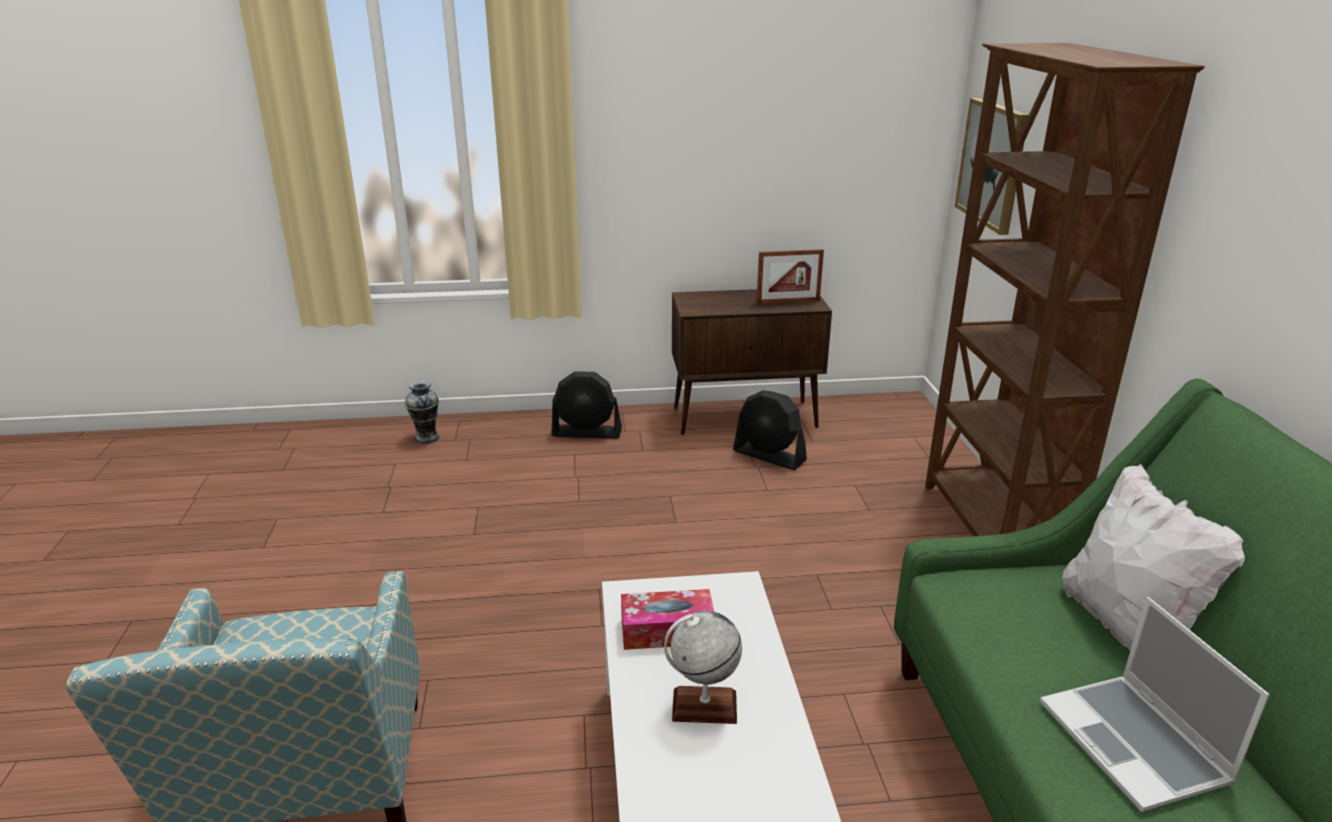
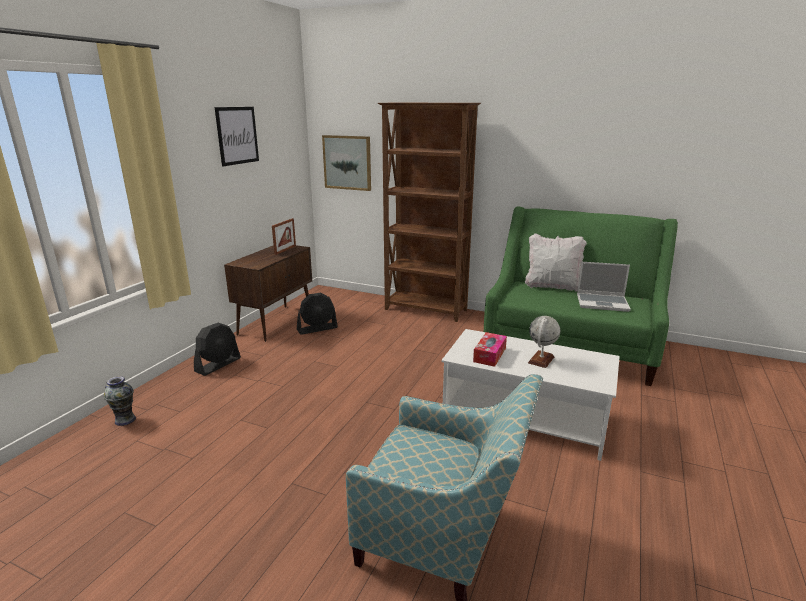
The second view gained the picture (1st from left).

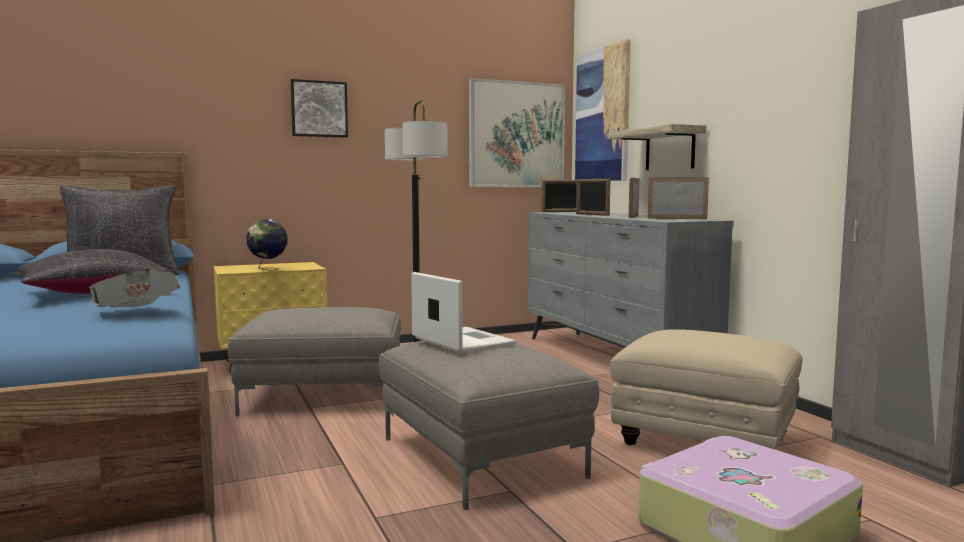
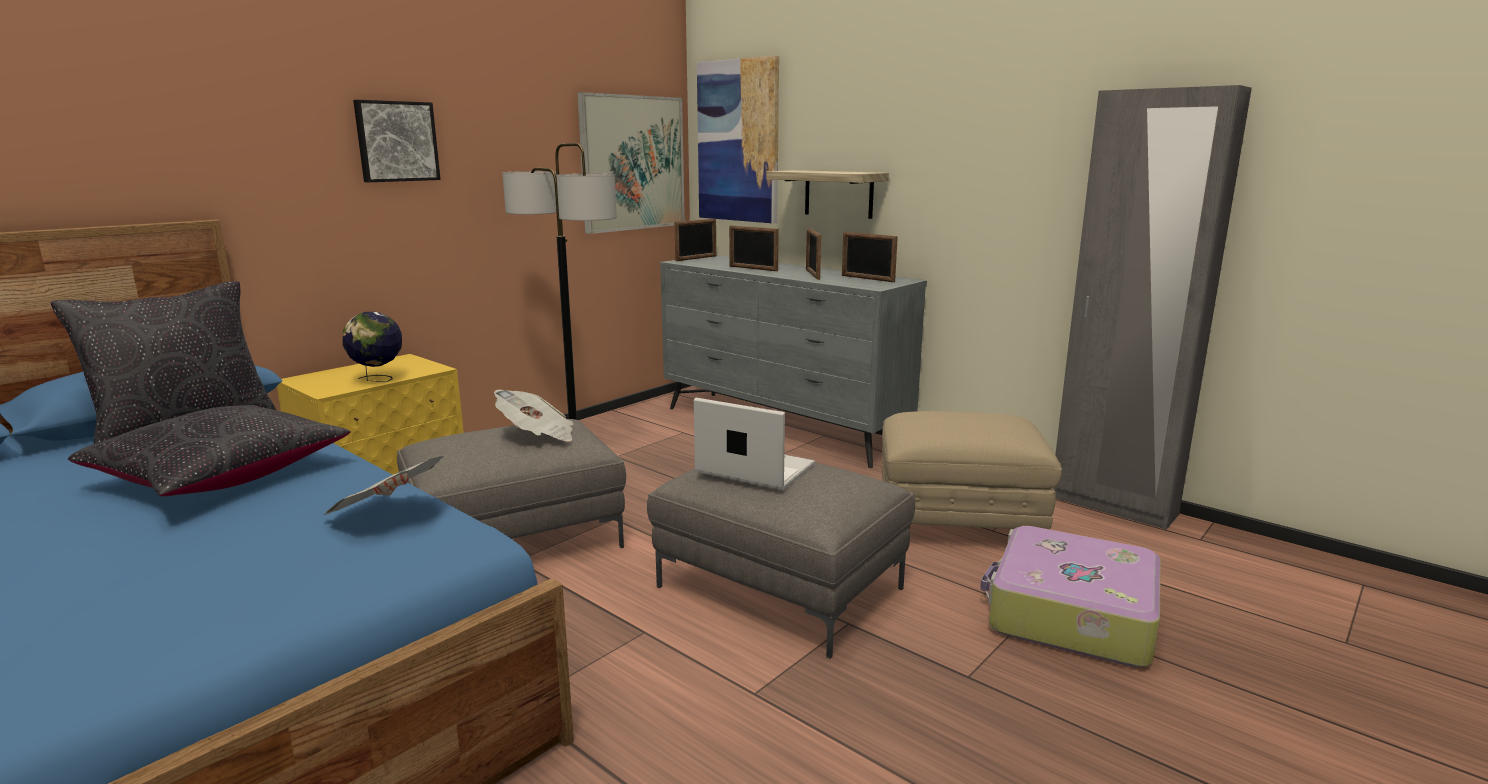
The picture frame (4th from left) ended up facing another way, 135 degrees counterclockwise from before.
The second view gained the newspaper (2nd from left).

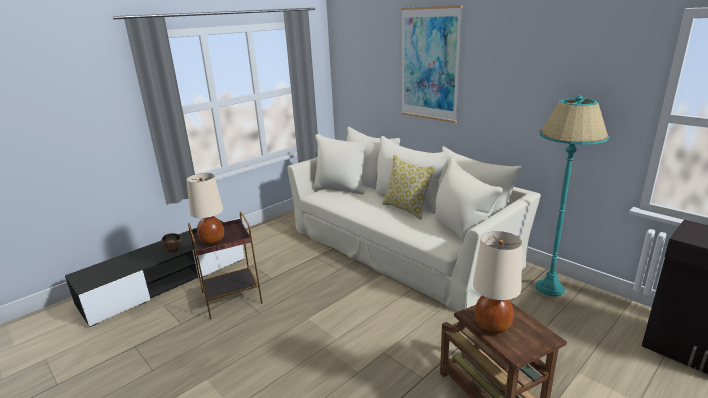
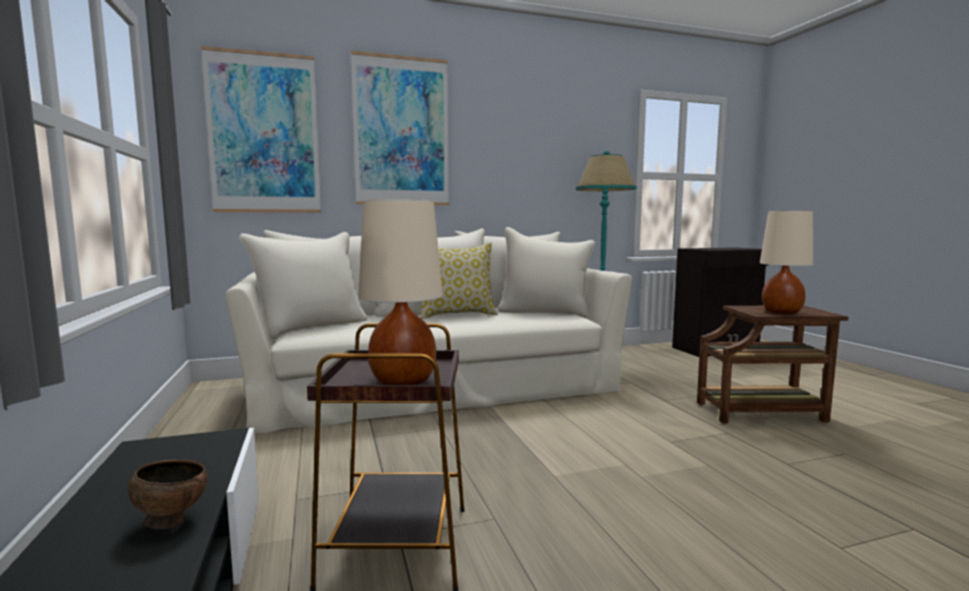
The second view gained the picture (1st from left).

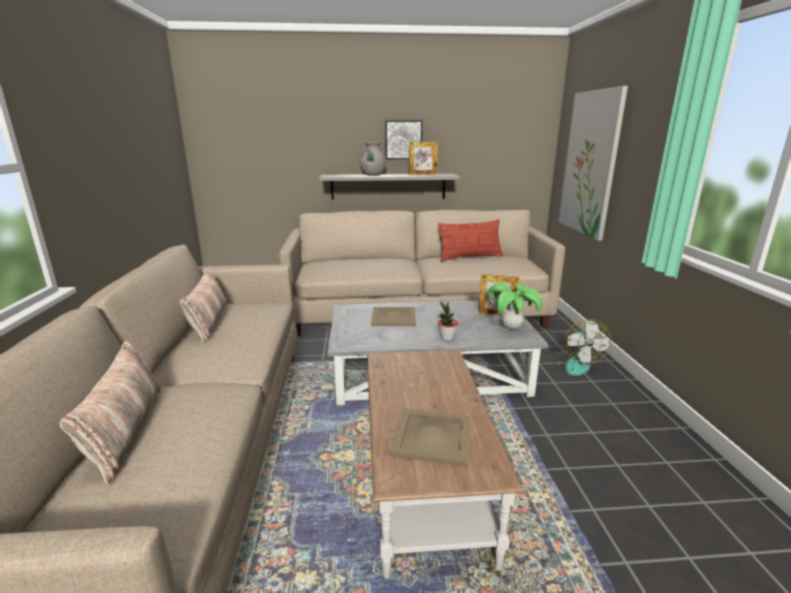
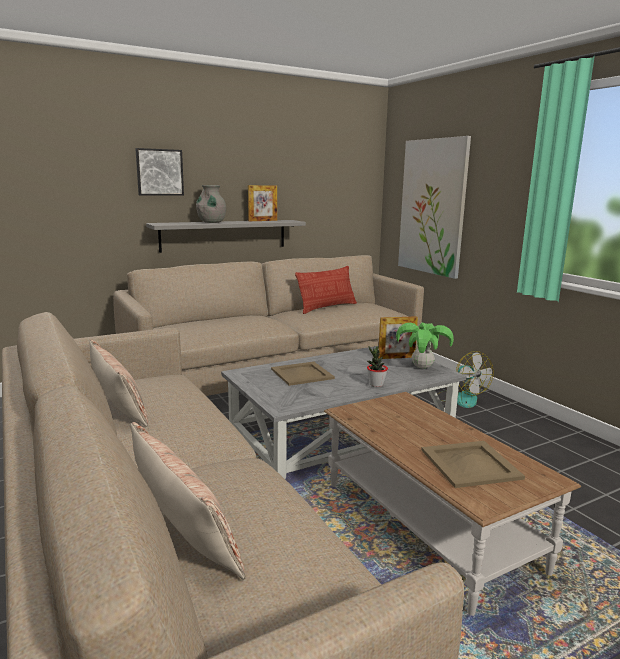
The picture (1st from left) ended up elsewhere.

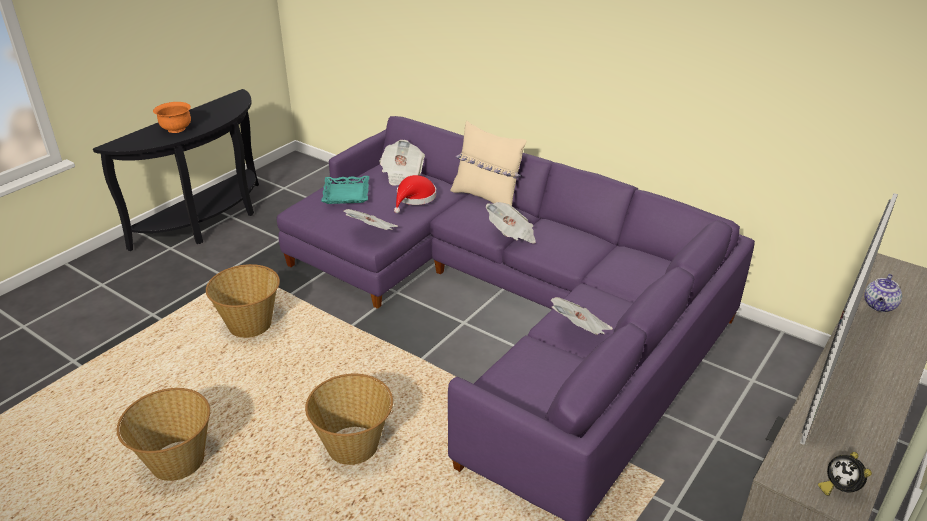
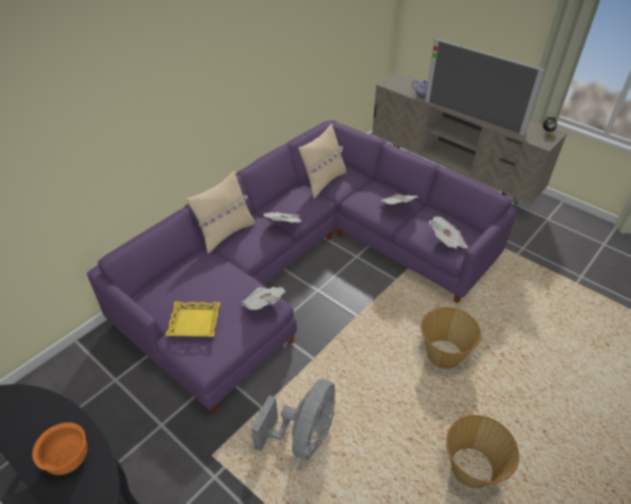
Where the basket (2nd from left) stood, the fan in grey came to stand.
What was the tray in turquoise turned into the tray in yellow.
The newspaper (2nd from left in the first image) ended up elsewhere.
The second view lost the hat in red.
The second view gained the pillow in beige (2nd from left).

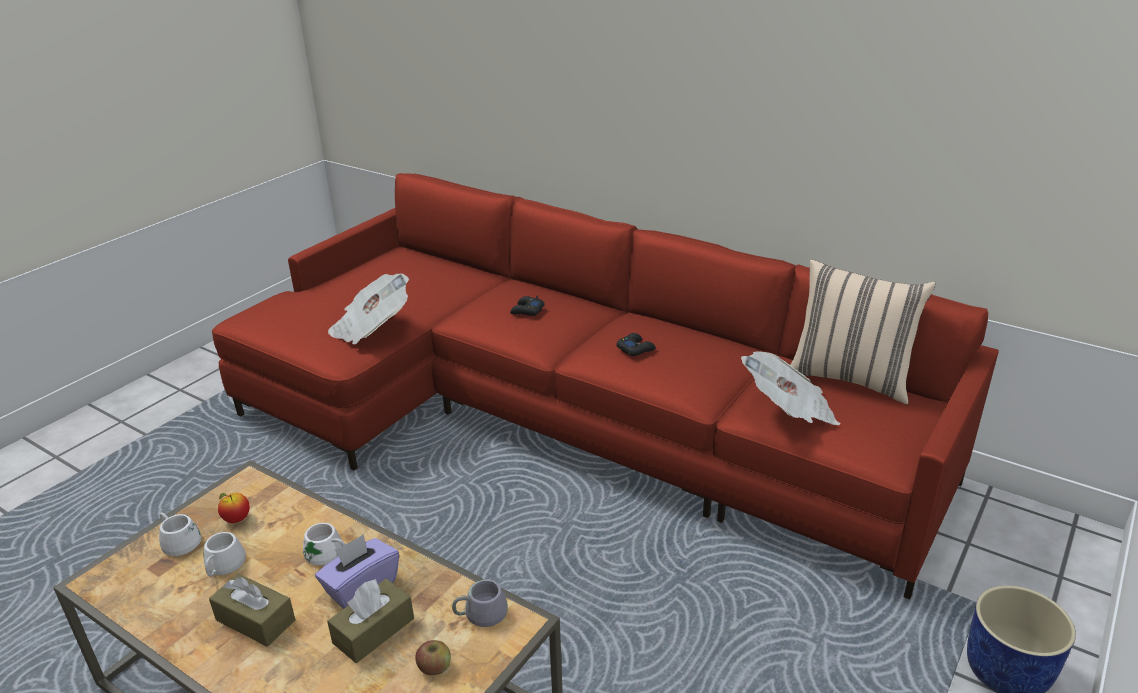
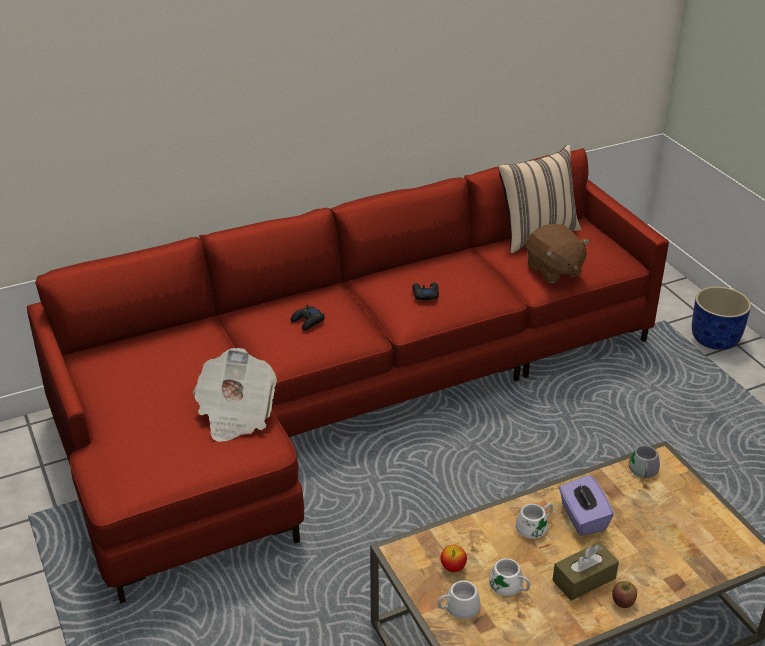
The second view lost the tissue box in brown (2nd from left).
The apple (2nd from left) ended up elsewhere.
Where the newspaper (2nd from left) stood, the plush toy in brown came to stand.

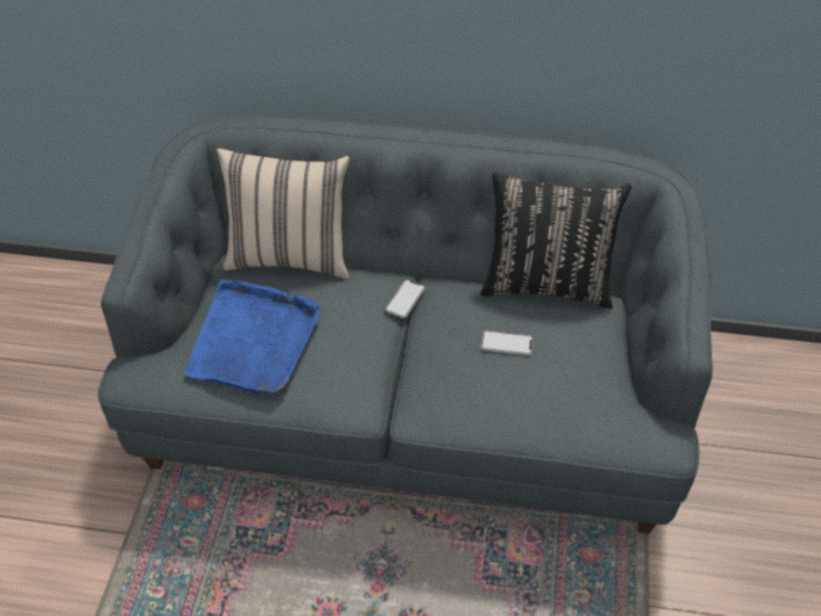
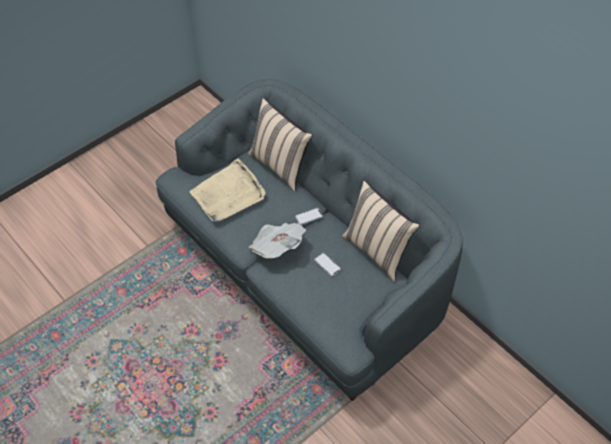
What was the tray in blue turned into the tray in beige.
What was the pillow in black turned into the pillow in beige (2nd from left).
The second view gained the newspaper.

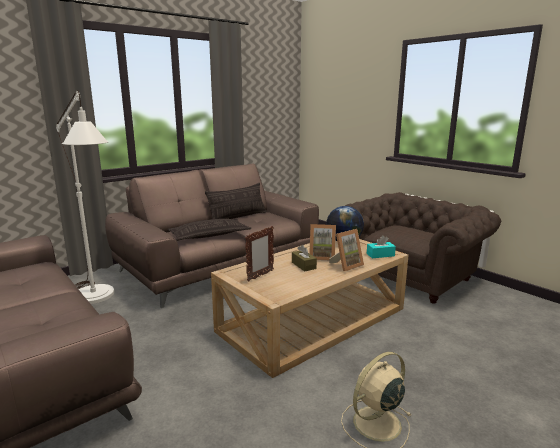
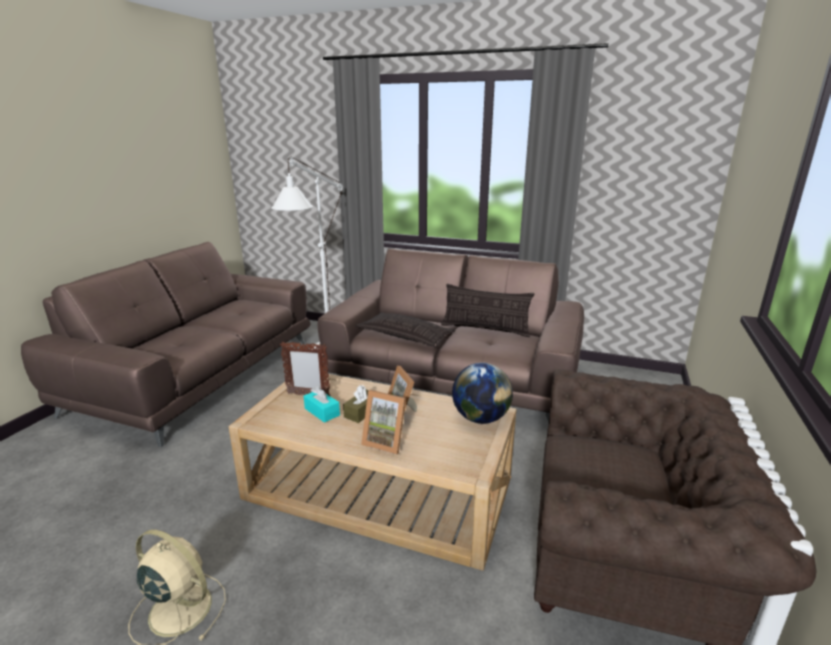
The tissue box in turquoise ended up elsewhere.

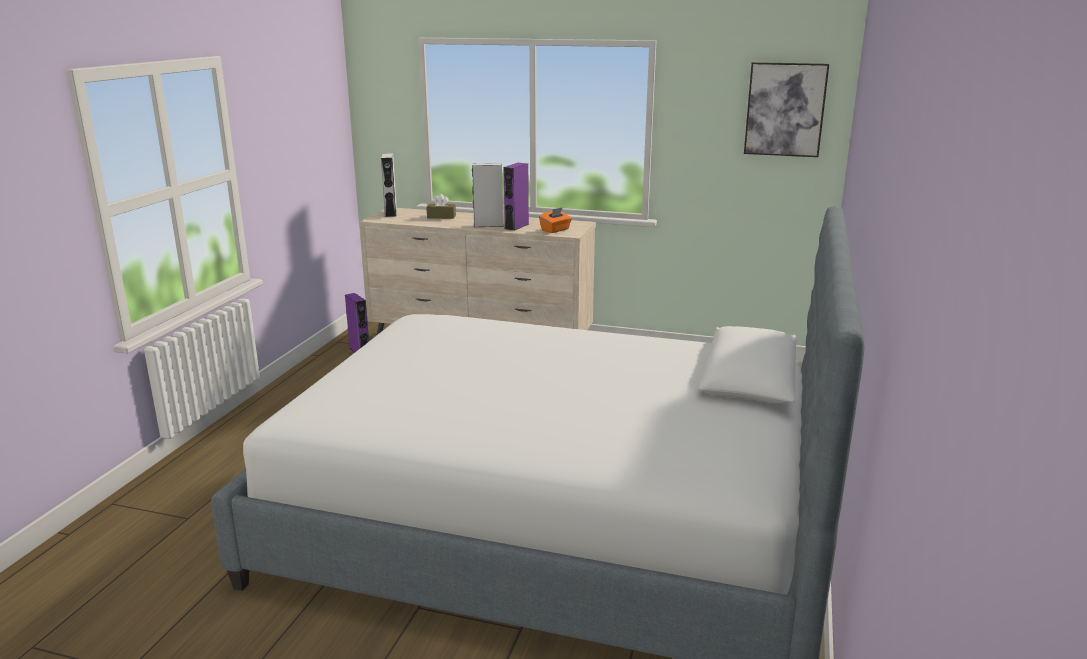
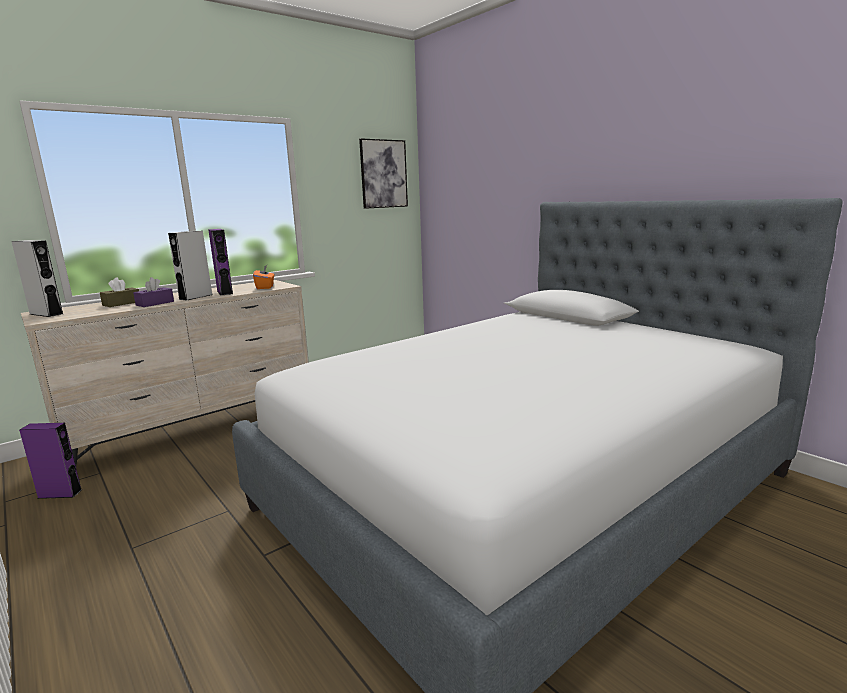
The second view gained the tissue box in purple.

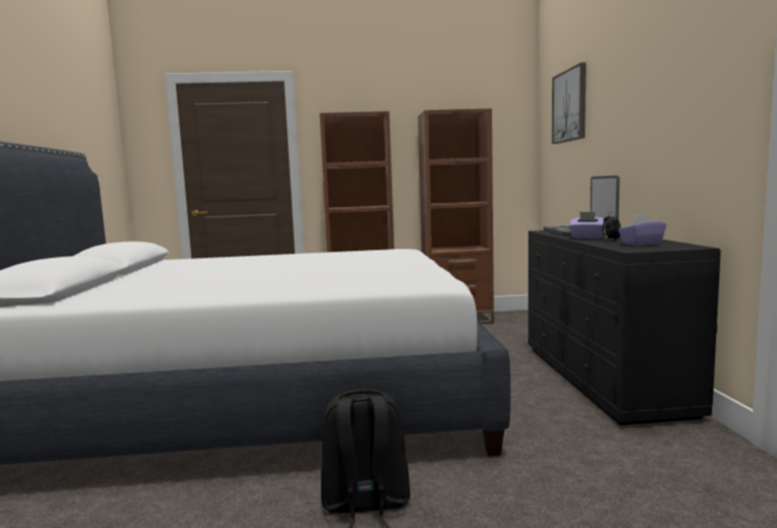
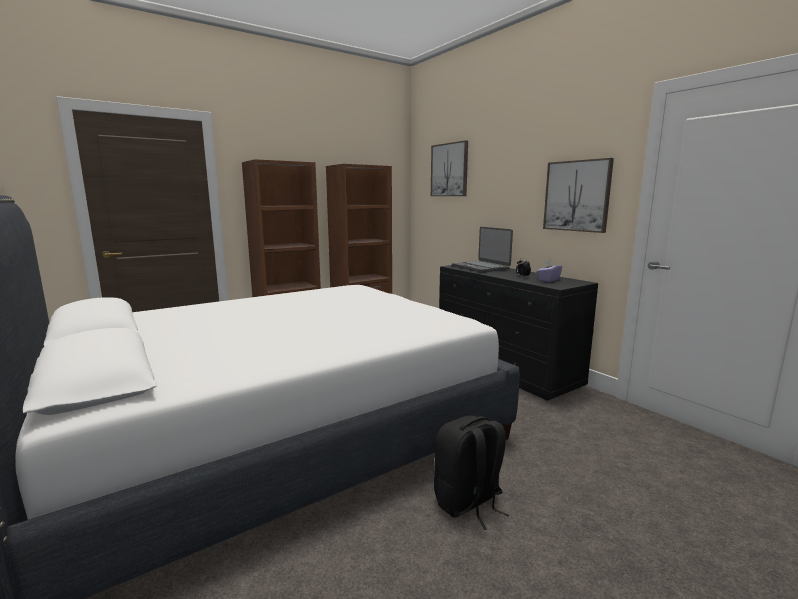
The second view lost the tissue box in purple (1st from left).
The second view gained the picture (2nd from left).

